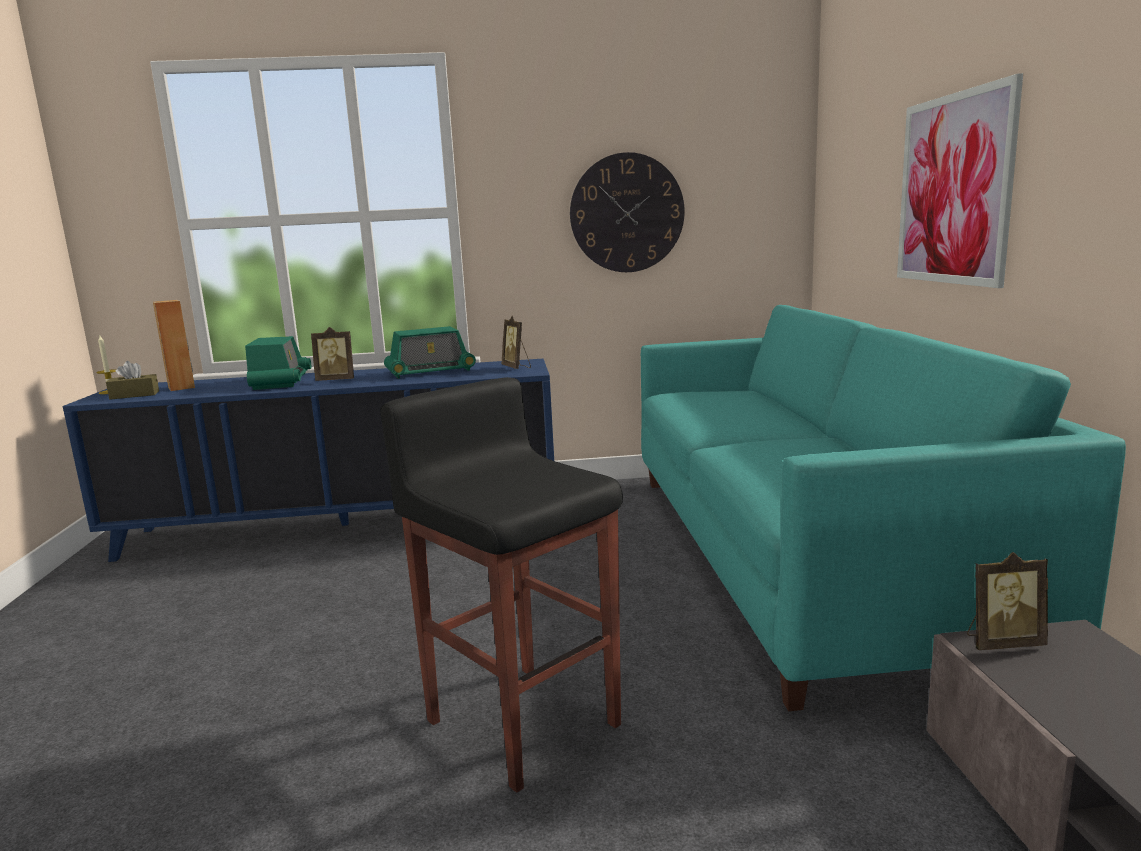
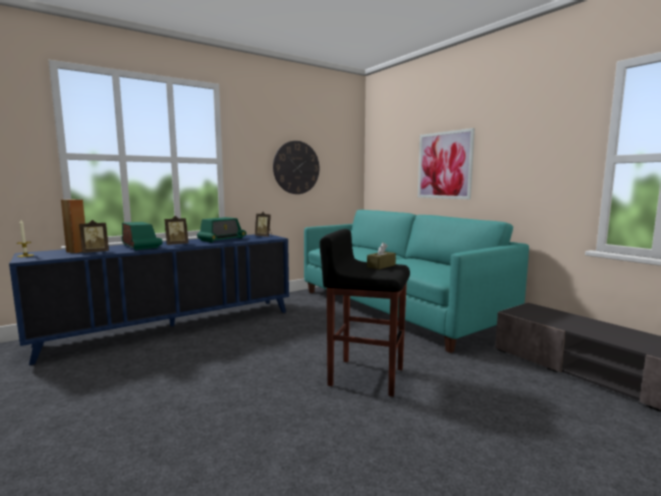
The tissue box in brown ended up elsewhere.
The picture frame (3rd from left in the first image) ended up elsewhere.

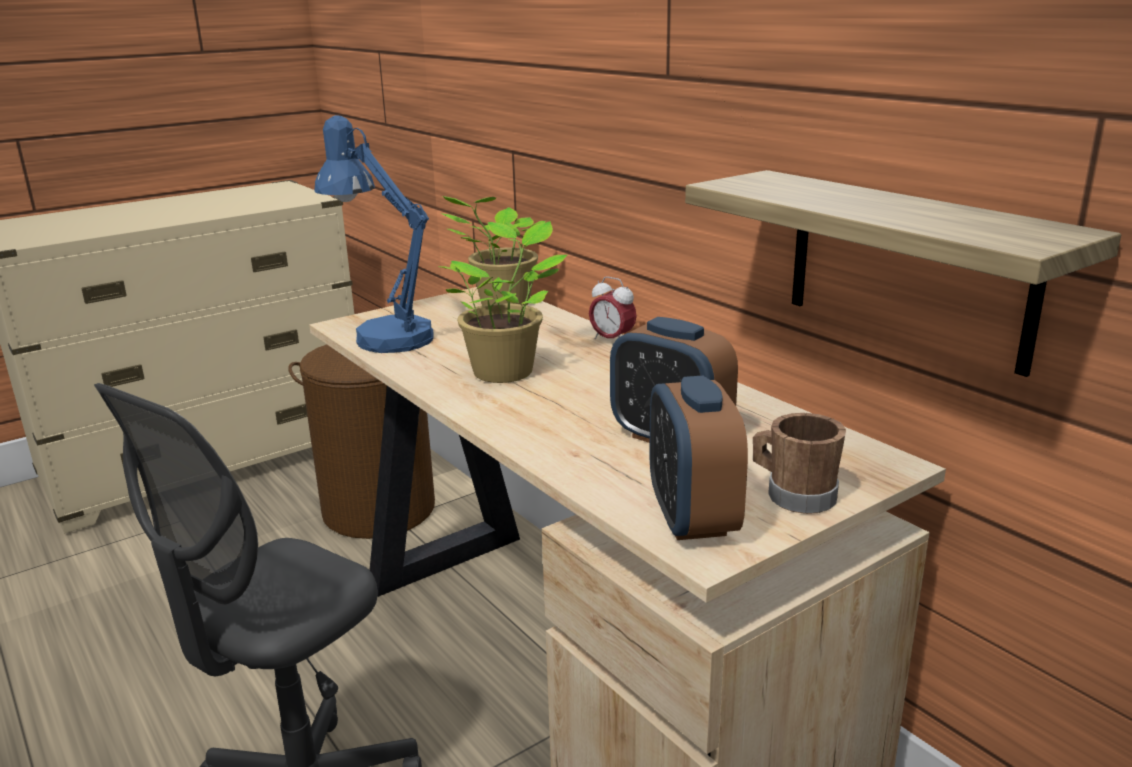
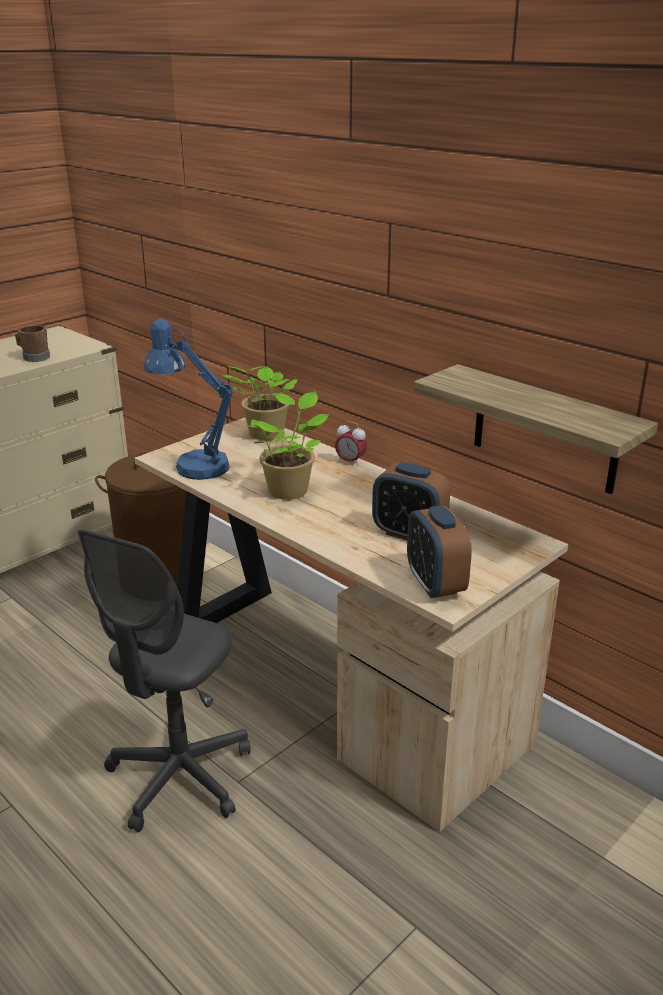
The mug in brown ended up elsewhere.

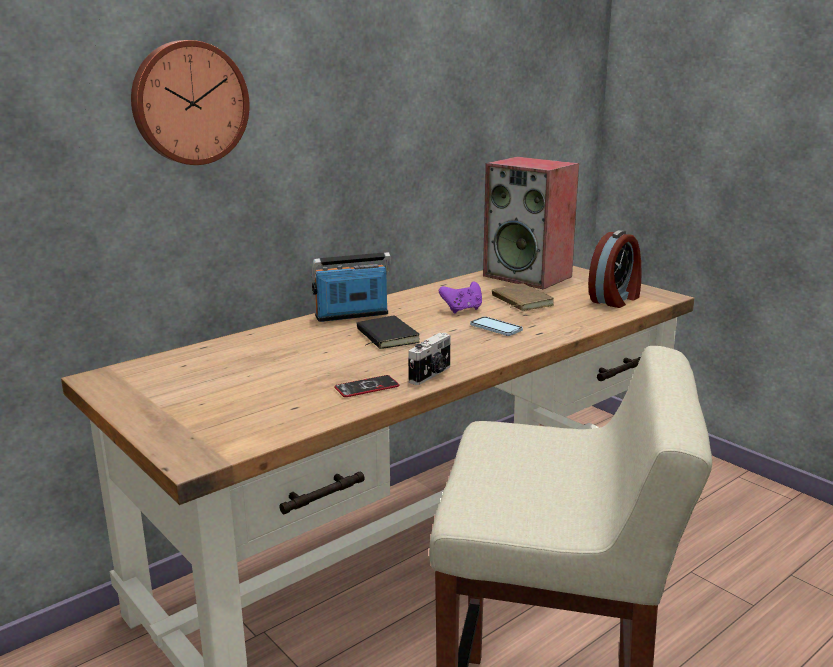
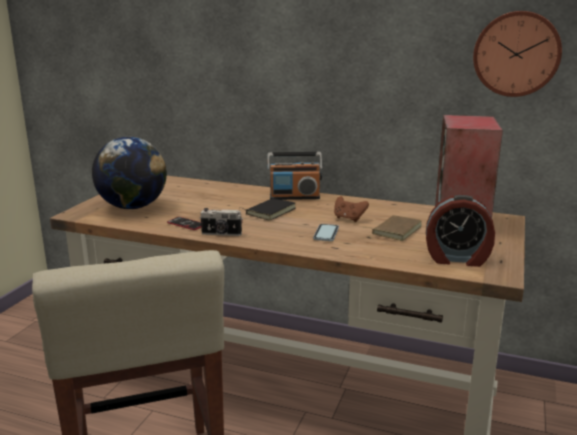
The wall clock ended up elsewhere.
The radio ended up facing another way, 135 degrees clockwise from before.
What was the game controller in purple turned into the game controller in brown.
The second view gained the globe.

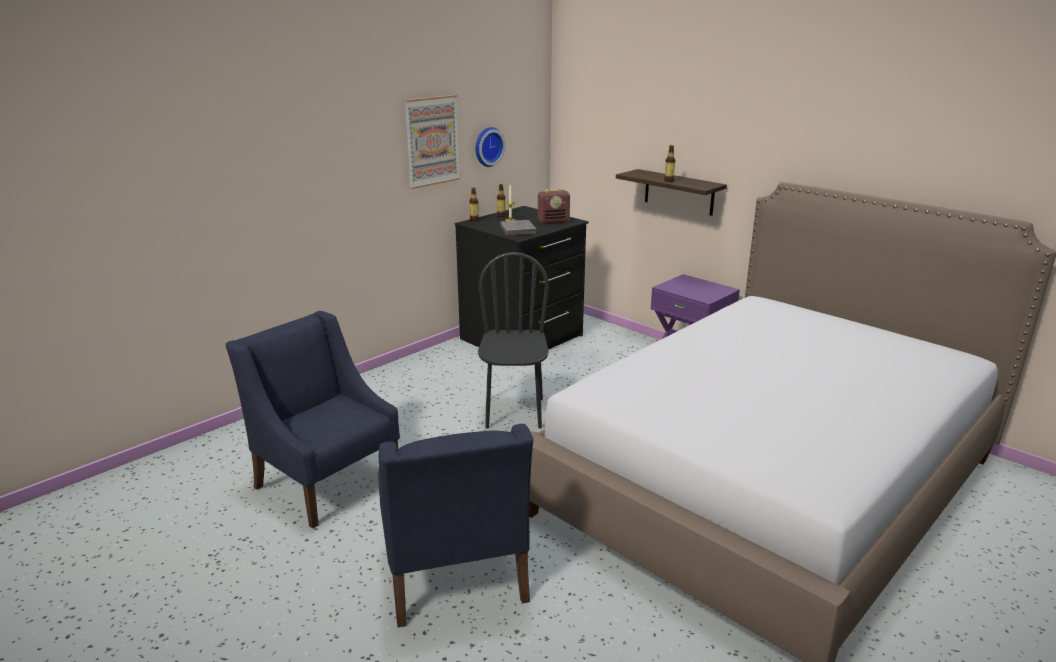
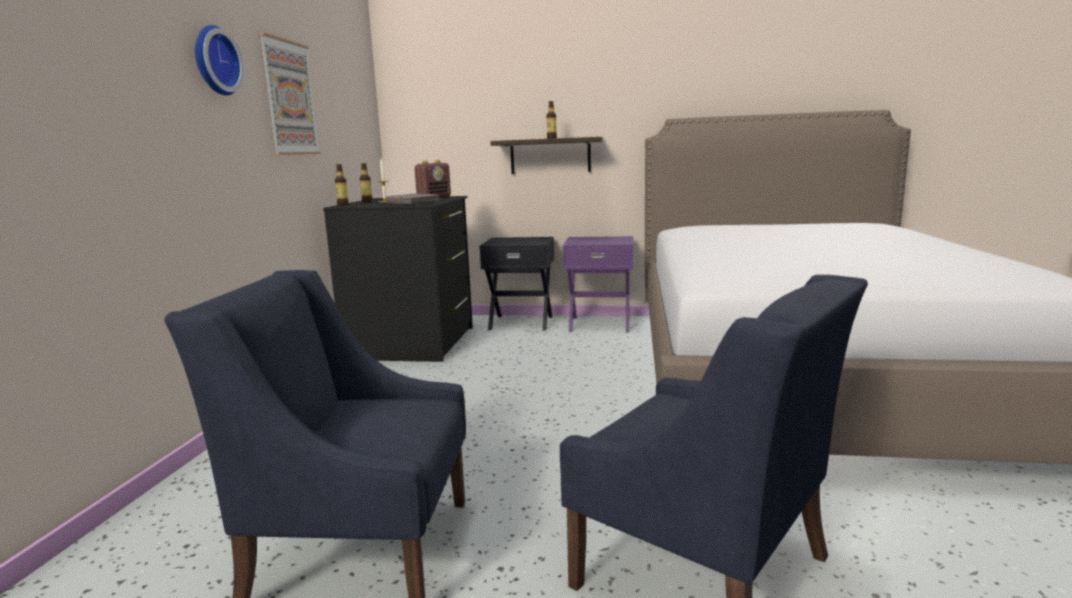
The wall clock ended up elsewhere.
The second view lost the chair in black.
The second view gained the nightstand in black.

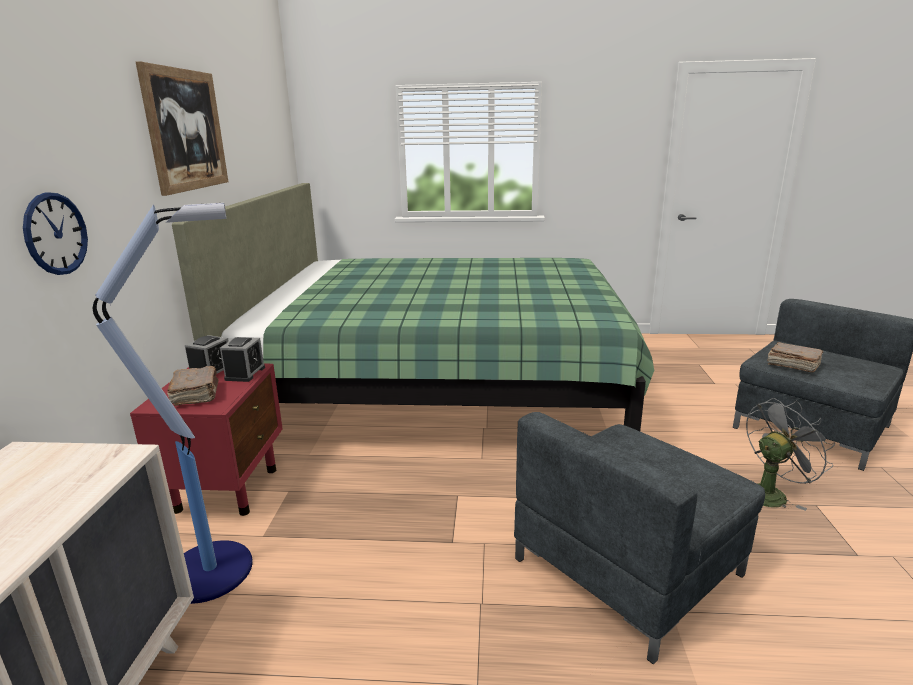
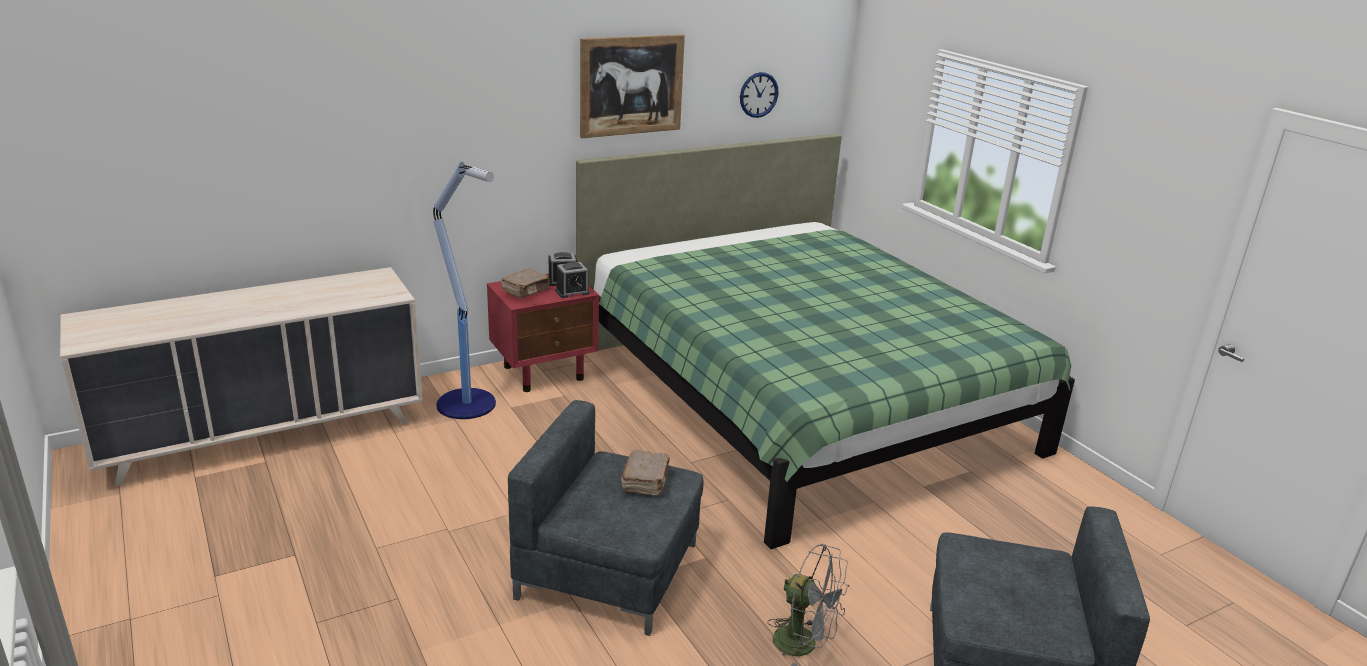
The wall clock ended up elsewhere.
The book in brown (2nd from left) ended up elsewhere.

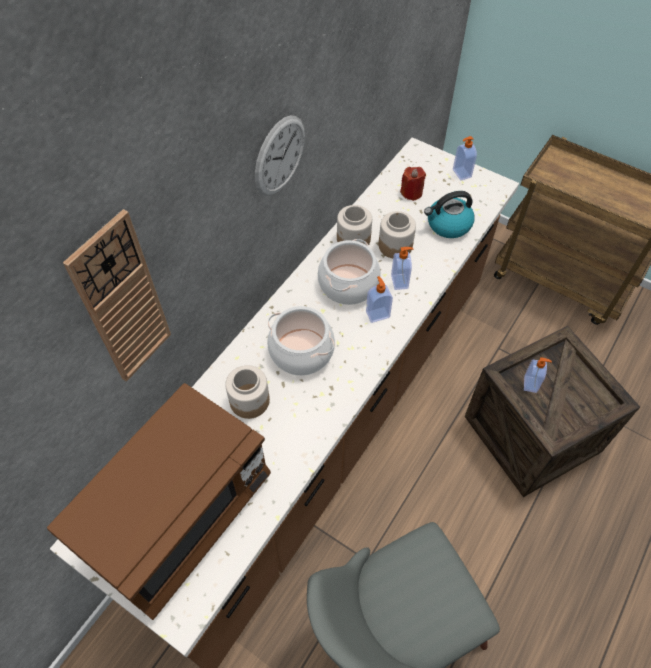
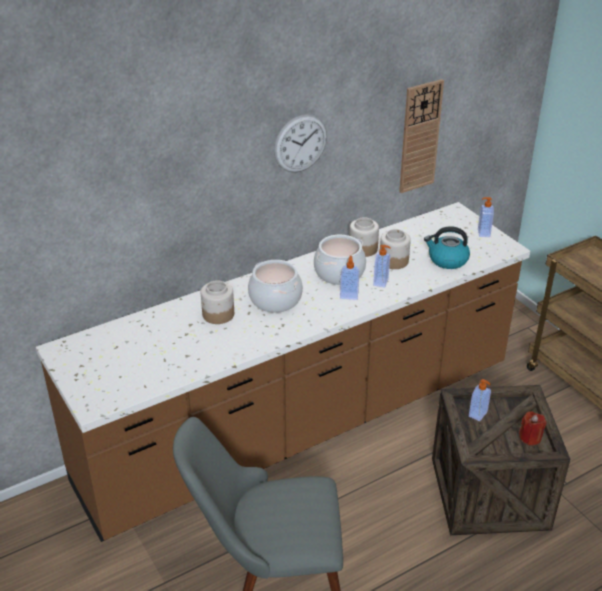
The second view lost the microwave in brown.
The wall clock (1st from left in the first image) ended up elsewhere.
The candle in red ended up elsewhere.

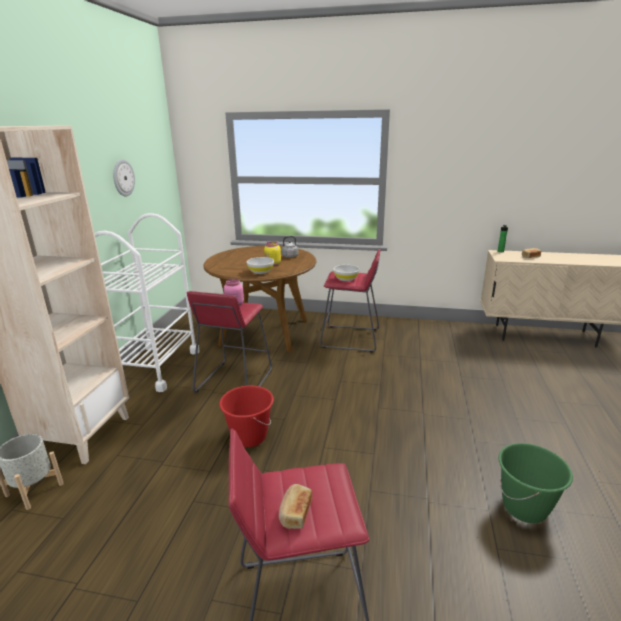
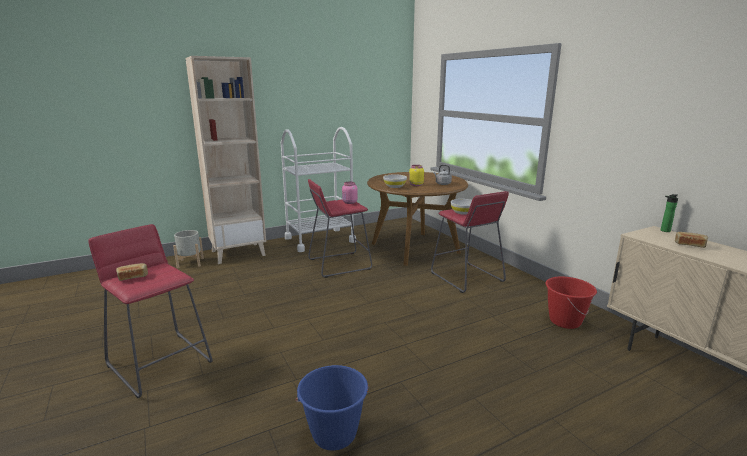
The second view lost the wall clock.
The bucket in red ended up elsewhere.
What was the bucket in green turned into the bucket in blue.

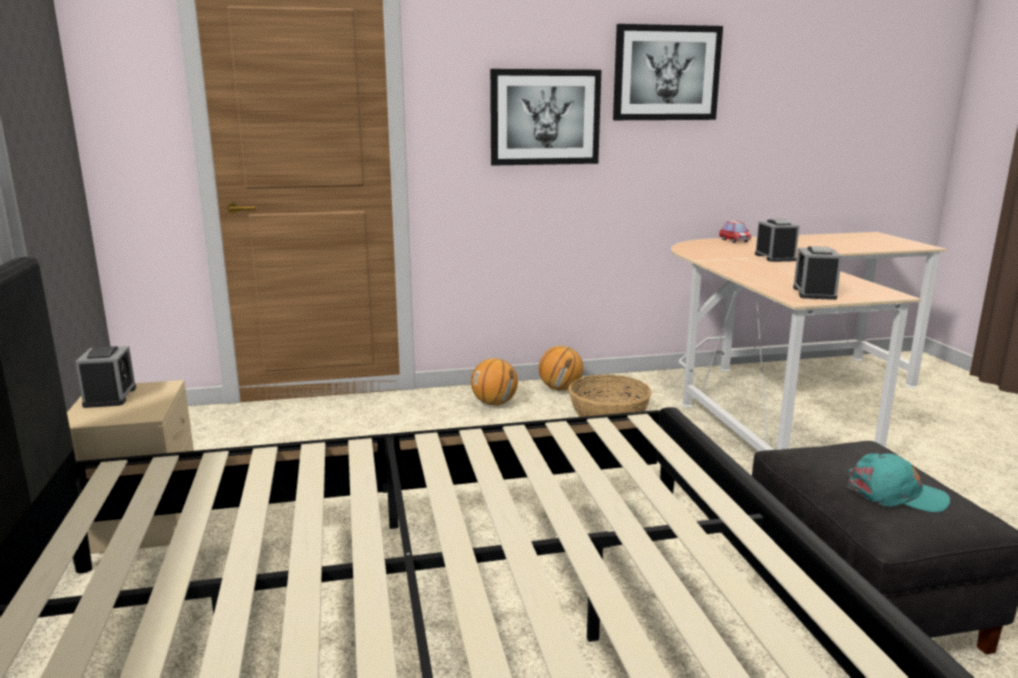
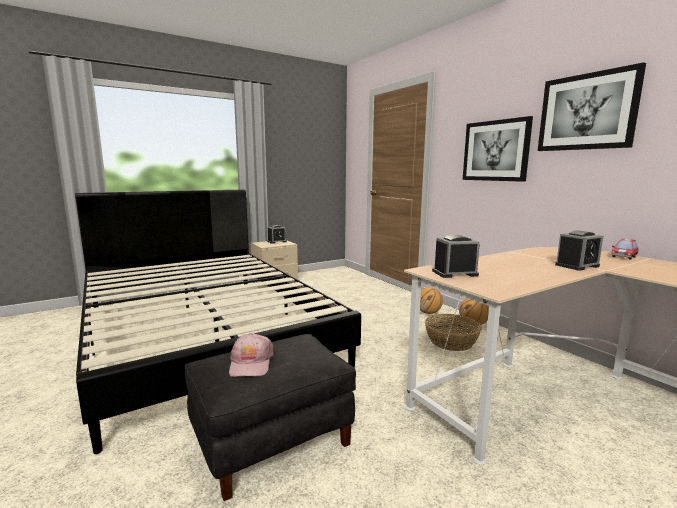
What was the cap in turquoise turned into the cap in pink.

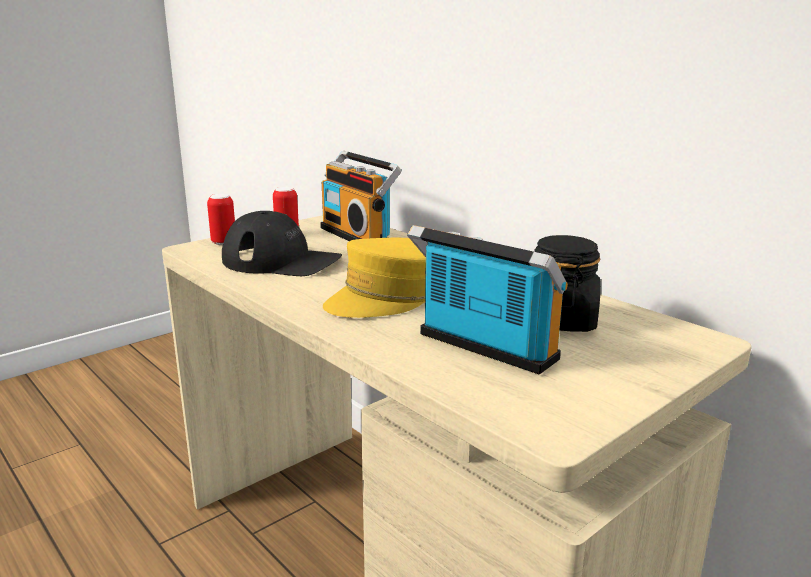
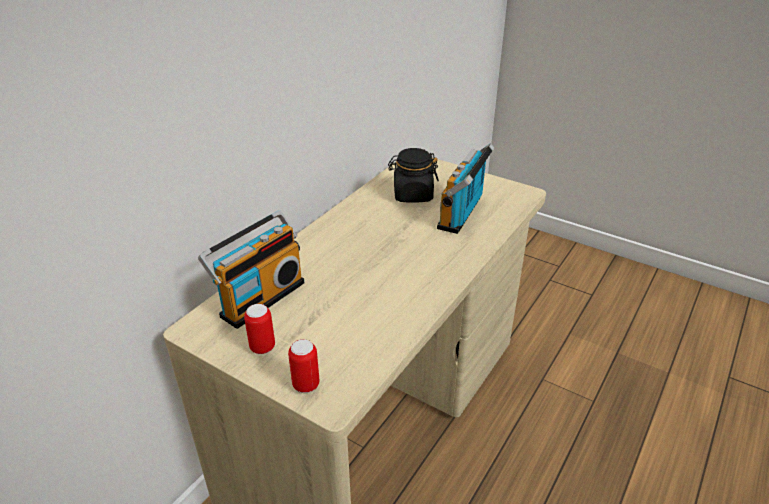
The second view lost the cap in black.
The second view lost the cap in yellow.

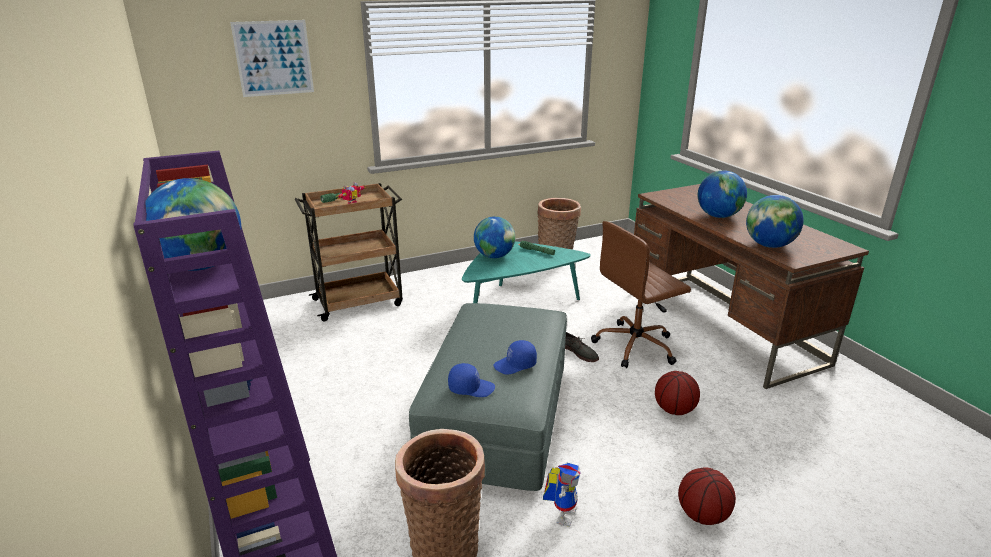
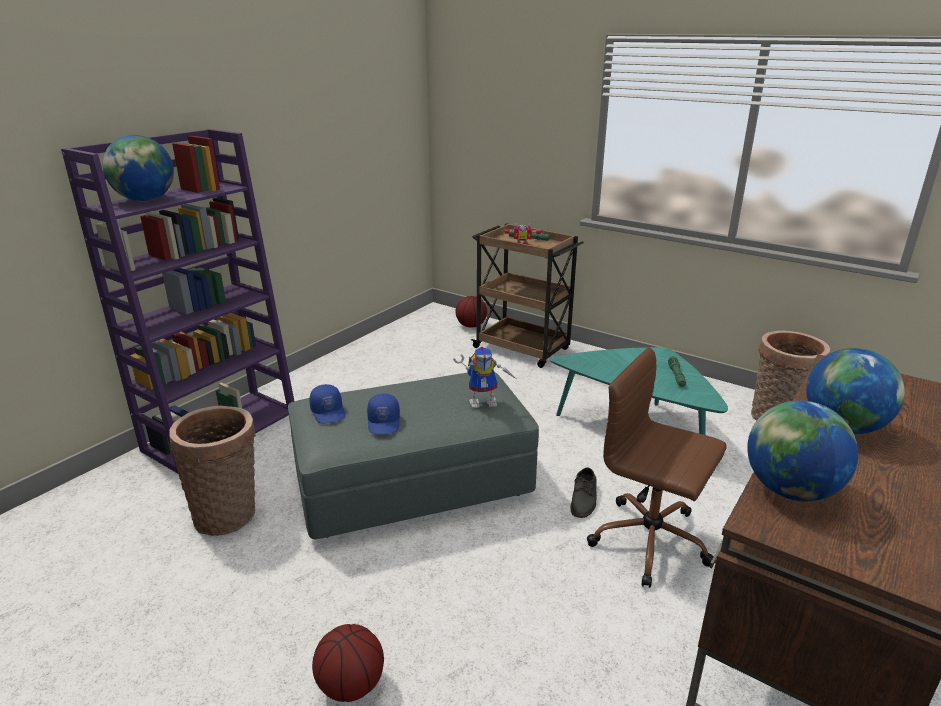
The second view lost the picture.
The second view lost the globe (2nd from left).
The cap in blue (2nd from left) ended up facing another way, 135 degrees counterclockwise from before.
The toy robot (2nd from left in the first image) ended up elsewhere.
The basketball (1st from left in the first image) ended up elsewhere.

